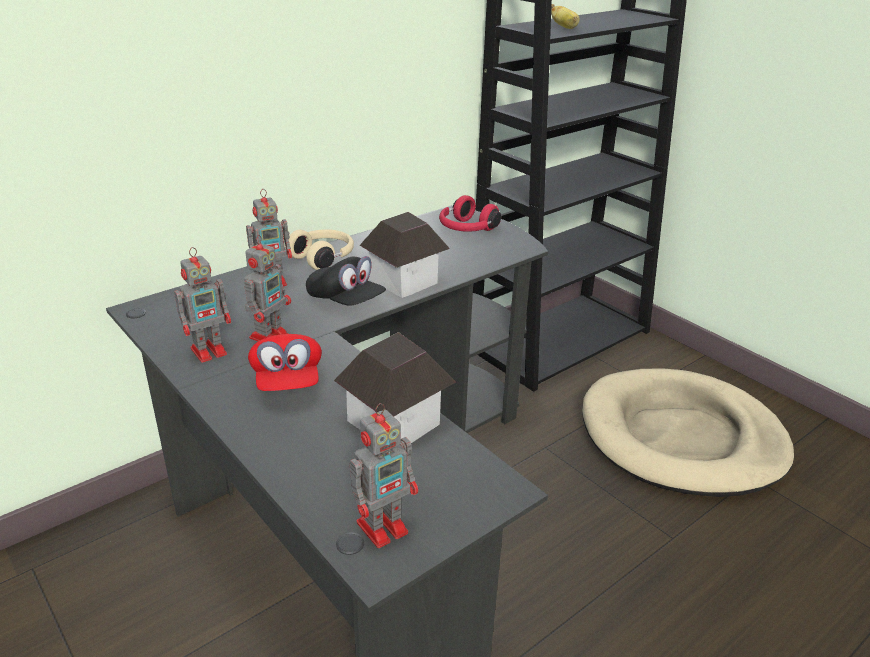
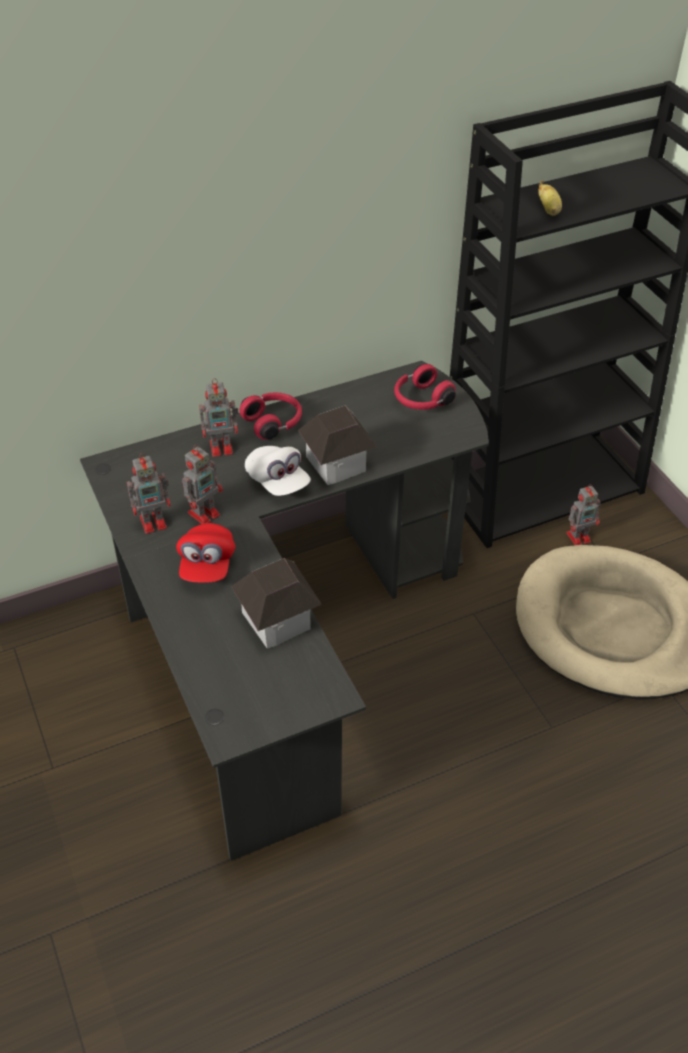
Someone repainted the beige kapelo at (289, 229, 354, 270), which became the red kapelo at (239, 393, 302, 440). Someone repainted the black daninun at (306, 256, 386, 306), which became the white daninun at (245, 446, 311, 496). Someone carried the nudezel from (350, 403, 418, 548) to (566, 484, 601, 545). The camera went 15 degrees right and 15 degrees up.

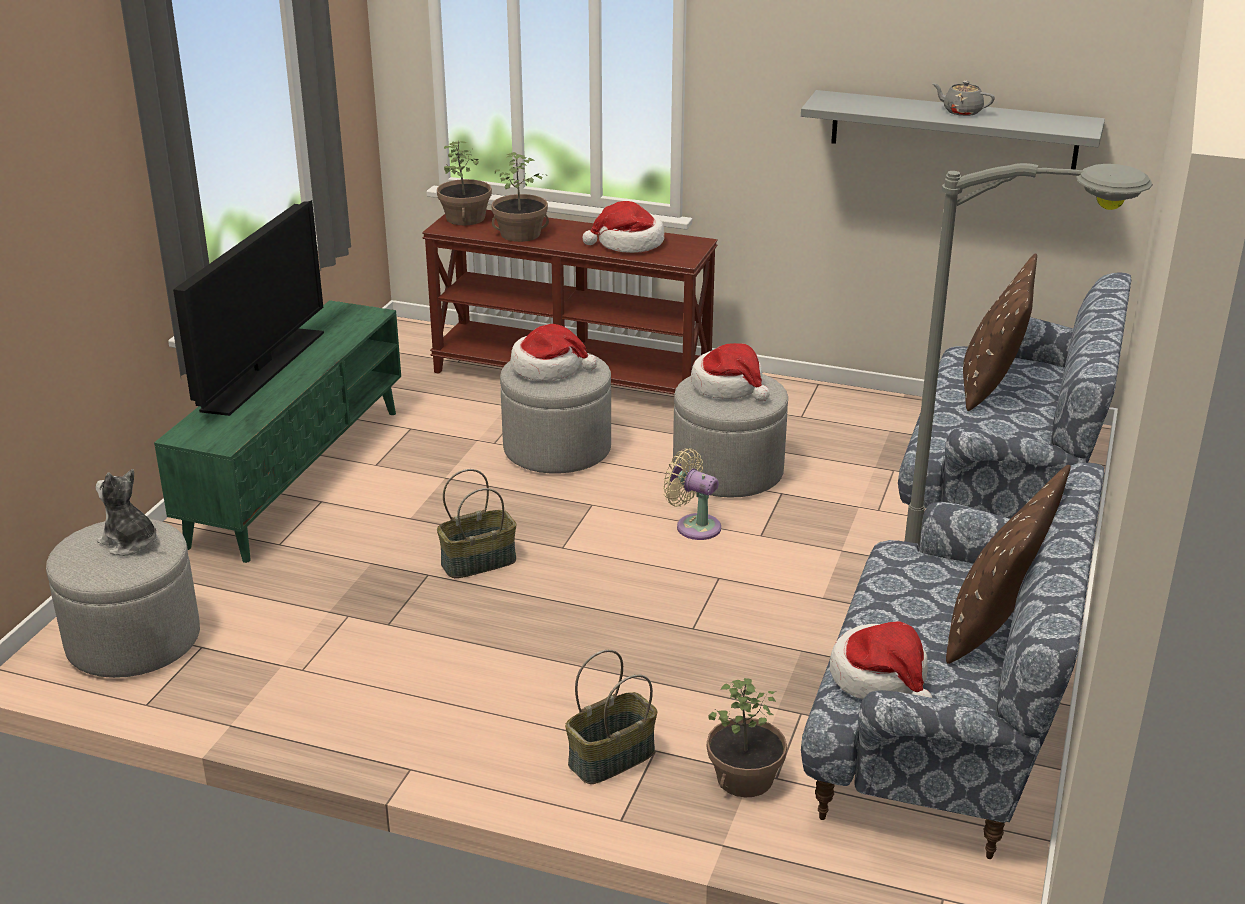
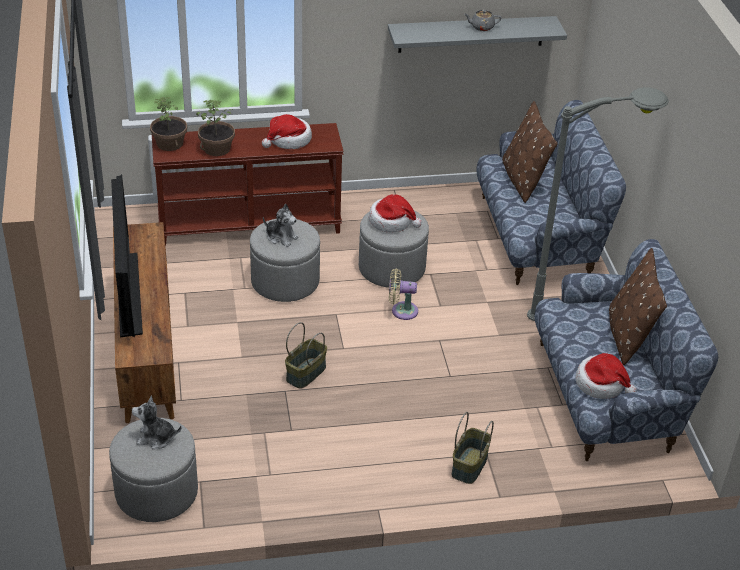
Someone repainted the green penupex at (154, 300, 401, 563), which became the brown penupex at (113, 222, 176, 423). Someone swapped the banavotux at (511, 324, 597, 381) for the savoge at (263, 204, 298, 247). Someone took away the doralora at (707, 678, 787, 797). The camera went 30 degrees left and 10 degrees up.

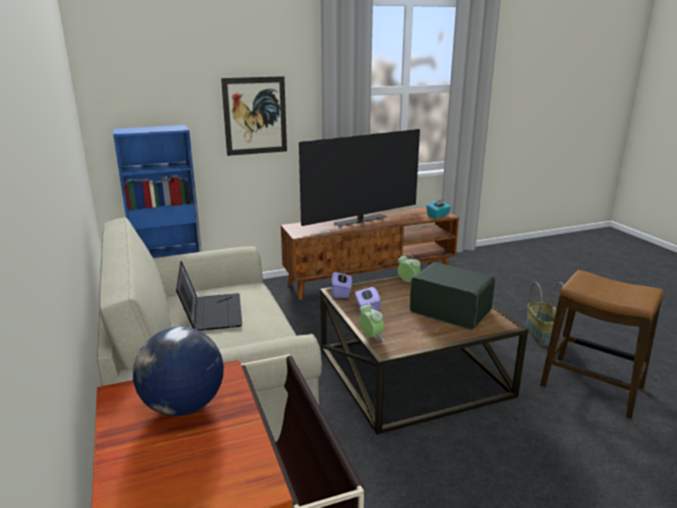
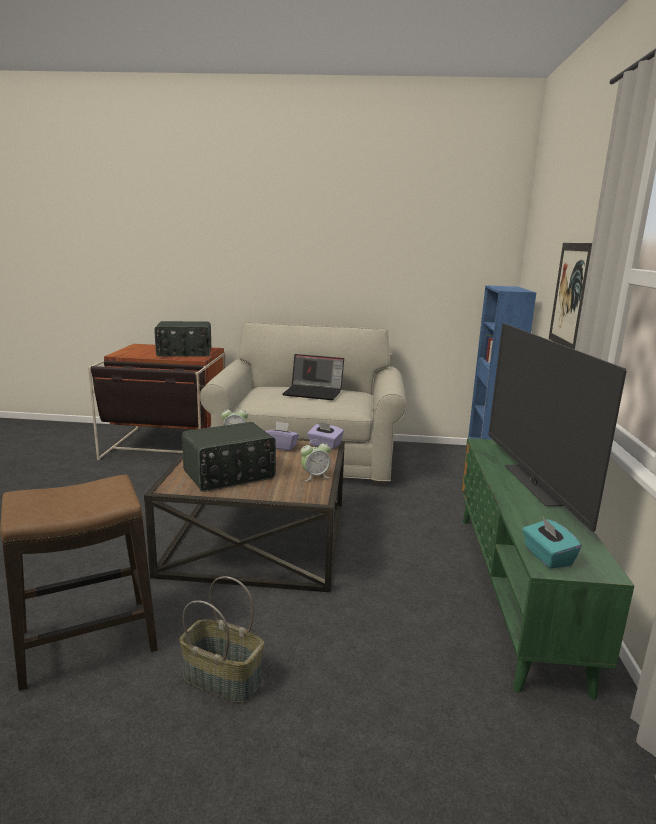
Someone swapped the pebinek at (133, 327, 224, 416) for the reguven at (154, 321, 211, 356). Someone repainted the brown penupex at (281, 207, 459, 300), which became the green penupex at (461, 438, 634, 699). The camera went 115 degrees right and 5 degrees down.

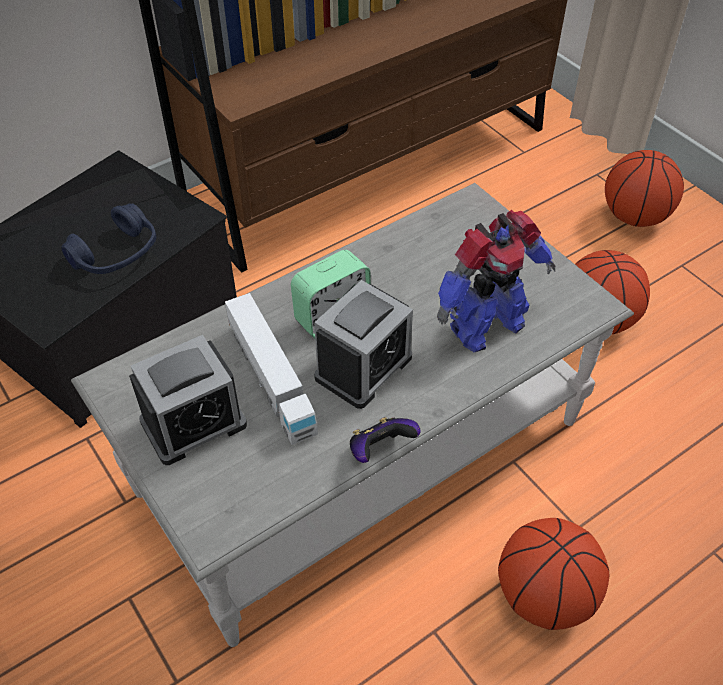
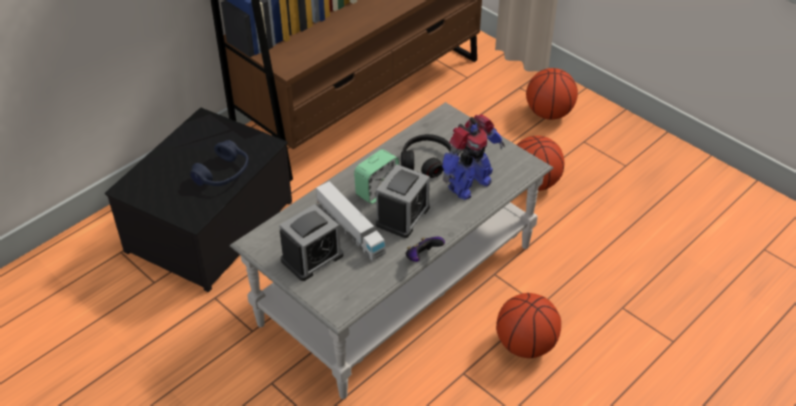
Someone put down the black kapelo at (401, 134, 452, 178). The camera went 10 degrees left and 5 degrees down.

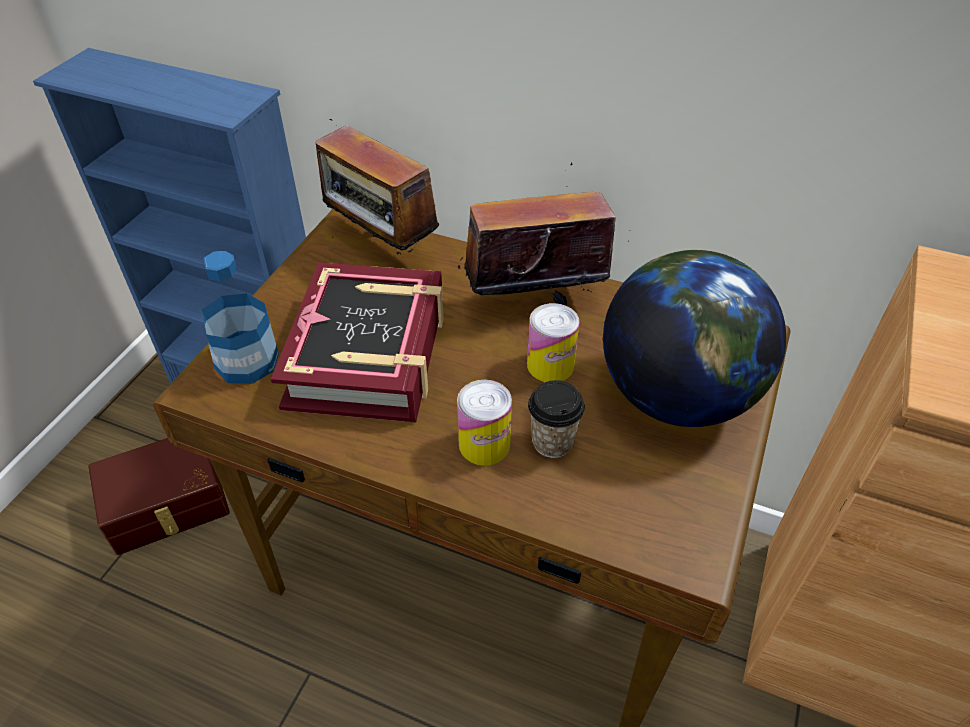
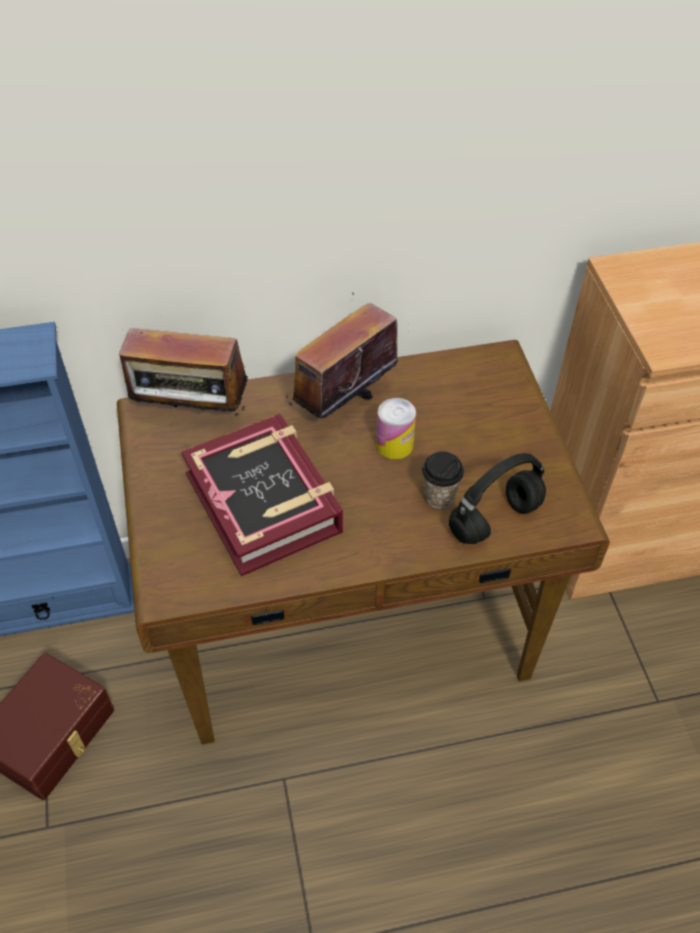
Someone took away the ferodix at (202, 251, 279, 384). Someone took away the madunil at (457, 380, 512, 466). Someone took away the pebinek at (603, 250, 786, 427). Someone put down the black kapelo at (449, 453, 546, 544). The camera went 35 degrees left and 5 degrees up.

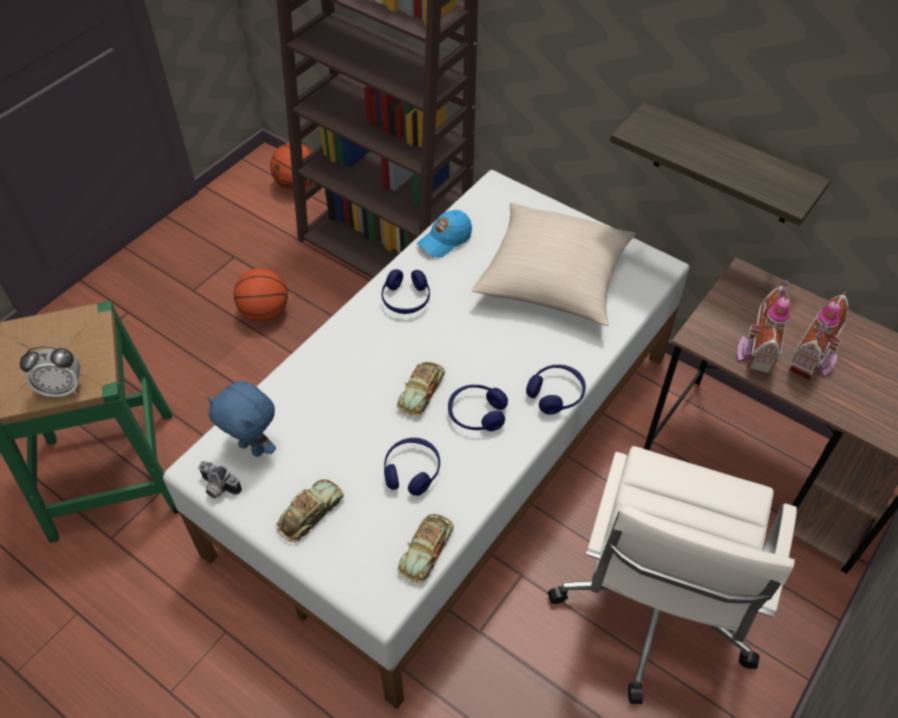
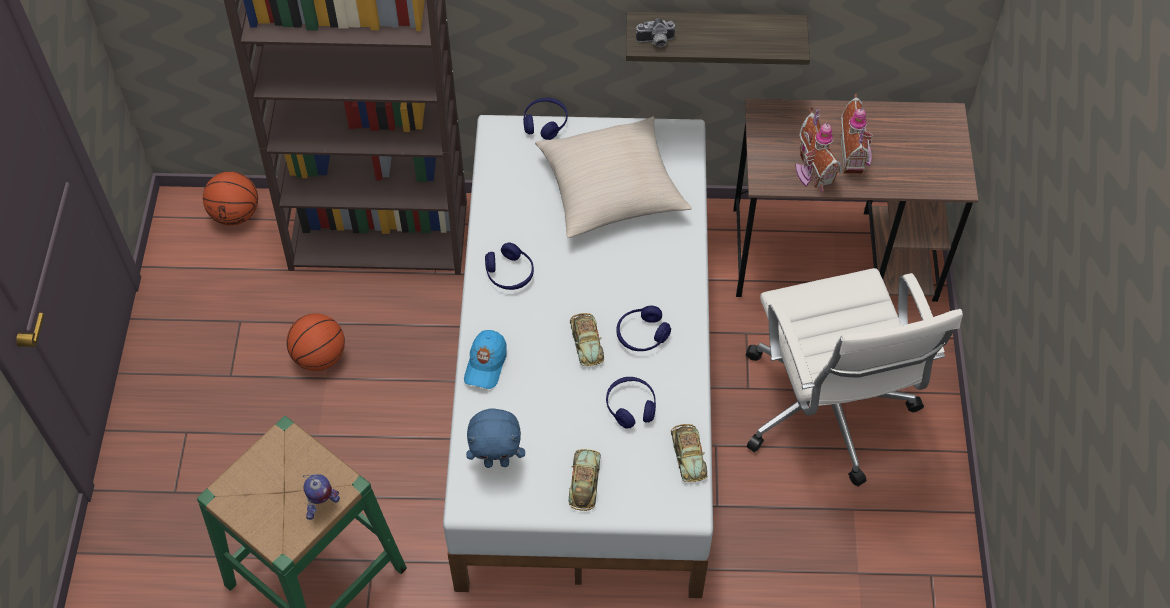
Someone swapped the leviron at (20, 346, 81, 397) for the nudezel at (303, 474, 340, 520). Someone carried the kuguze from (198, 461, 242, 498) to (636, 18, 676, 47). Someone carried the blue daninun from (417, 210, 472, 258) to (464, 330, 506, 389). Someone carried the blue kapelo from (526, 365, 586, 415) to (523, 98, 568, 140). The camera went 35 degrees left and 5 degrees up.

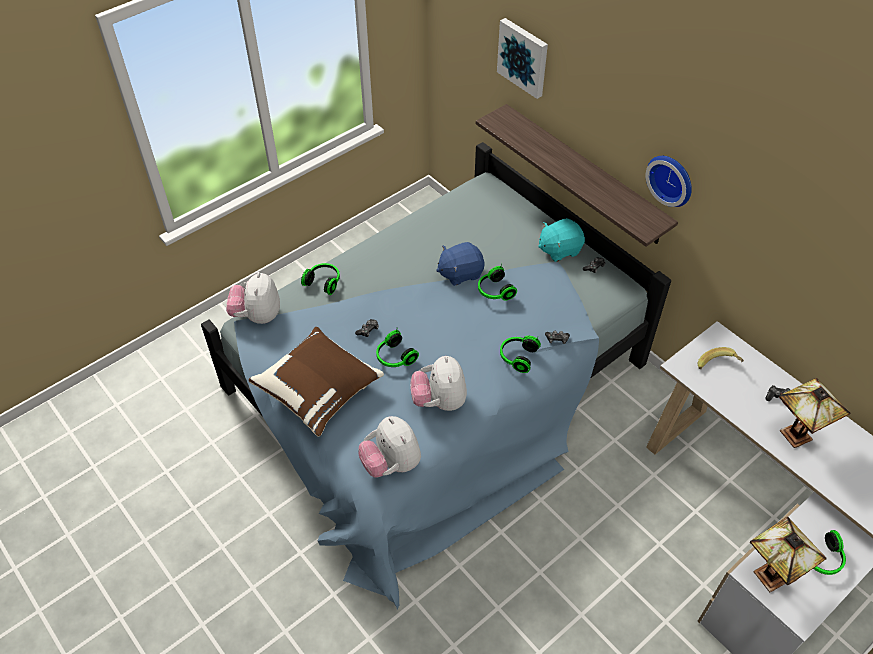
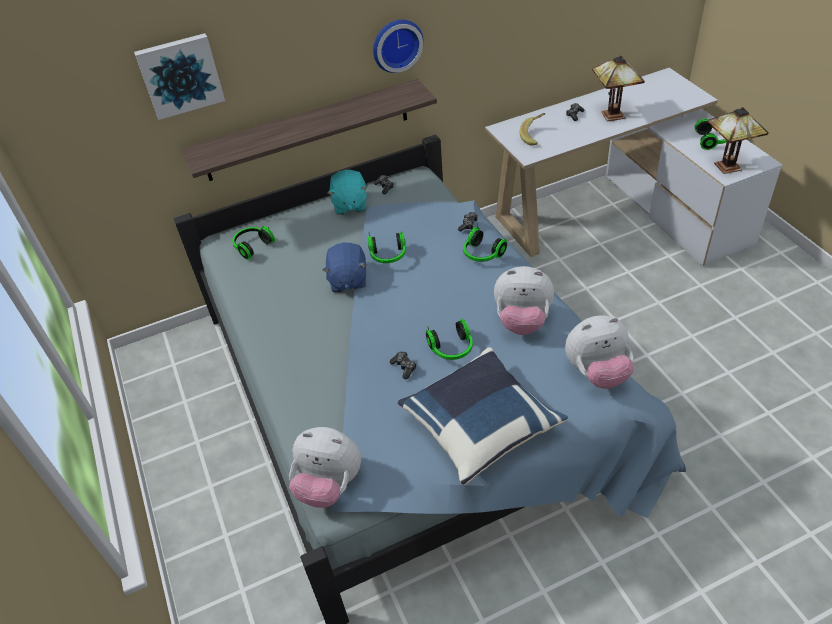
Someone repainted the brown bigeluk at (249, 327, 384, 437), which became the blue bigeluk at (398, 347, 568, 485). Someone carried the kapelo from (301, 263, 340, 295) to (232, 226, 275, 260). The camera went 70 degrees left and 5 degrees down.

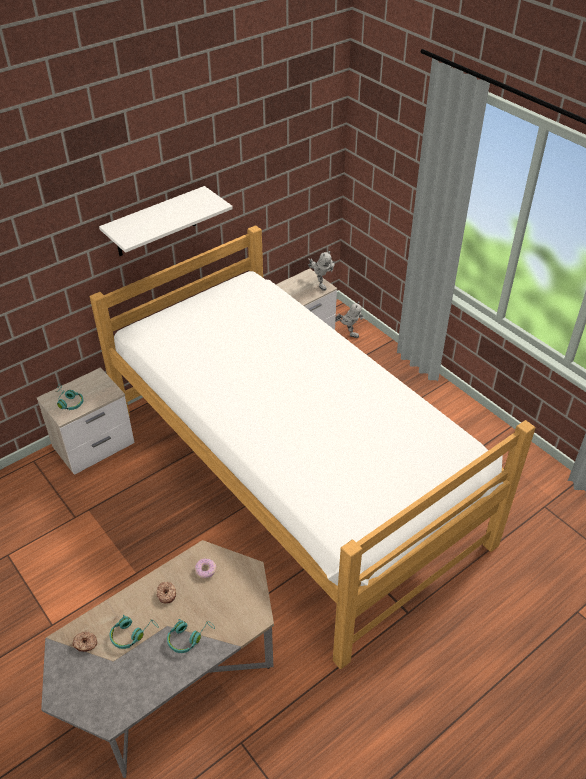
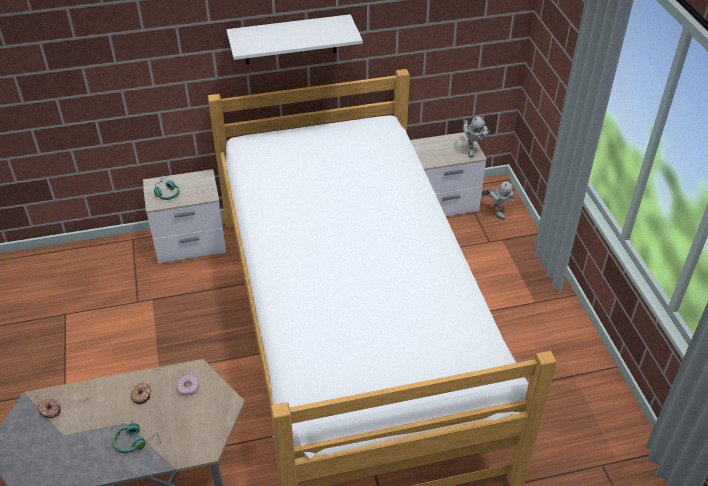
Someone took away the turquoise kapelo at (109, 615, 159, 649). The camera went 25 degrees right and 0 degrees up.

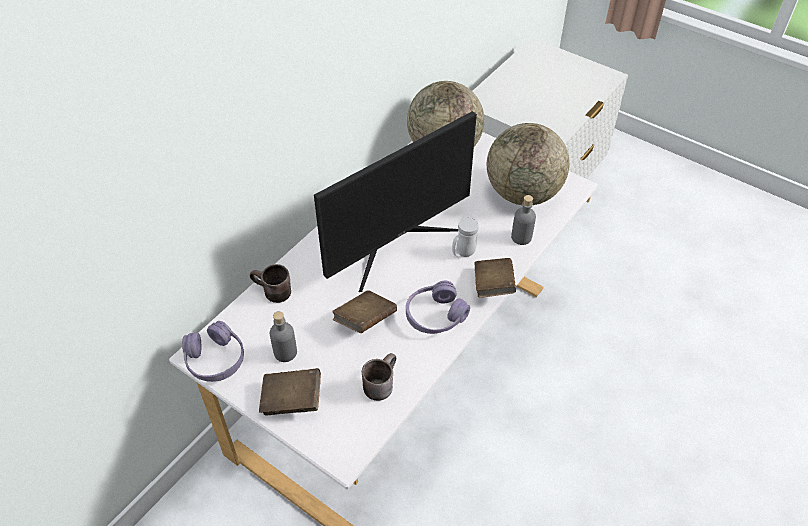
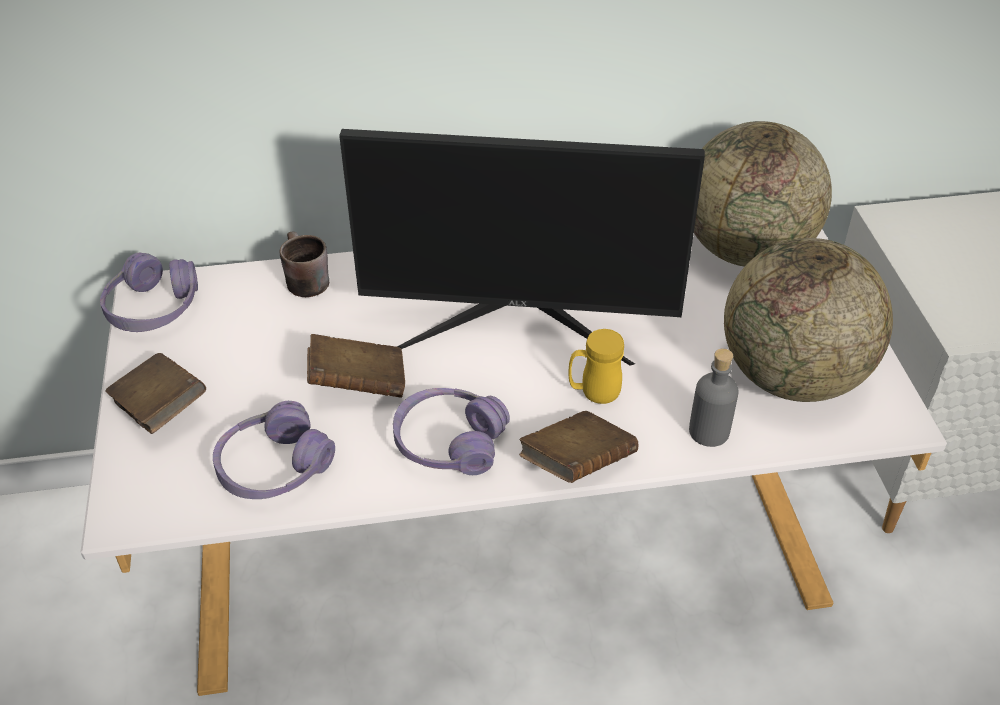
Someone took away the grey ferodix at (270, 311, 297, 362). Someone swapped the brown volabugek at (362, 353, 396, 401) for the purple kapelo at (213, 401, 335, 499). Someone repainted the white volabugek at (452, 218, 479, 257), which became the yellow volabugek at (568, 329, 624, 404). The camera went 45 degrees right and 5 degrees down.

